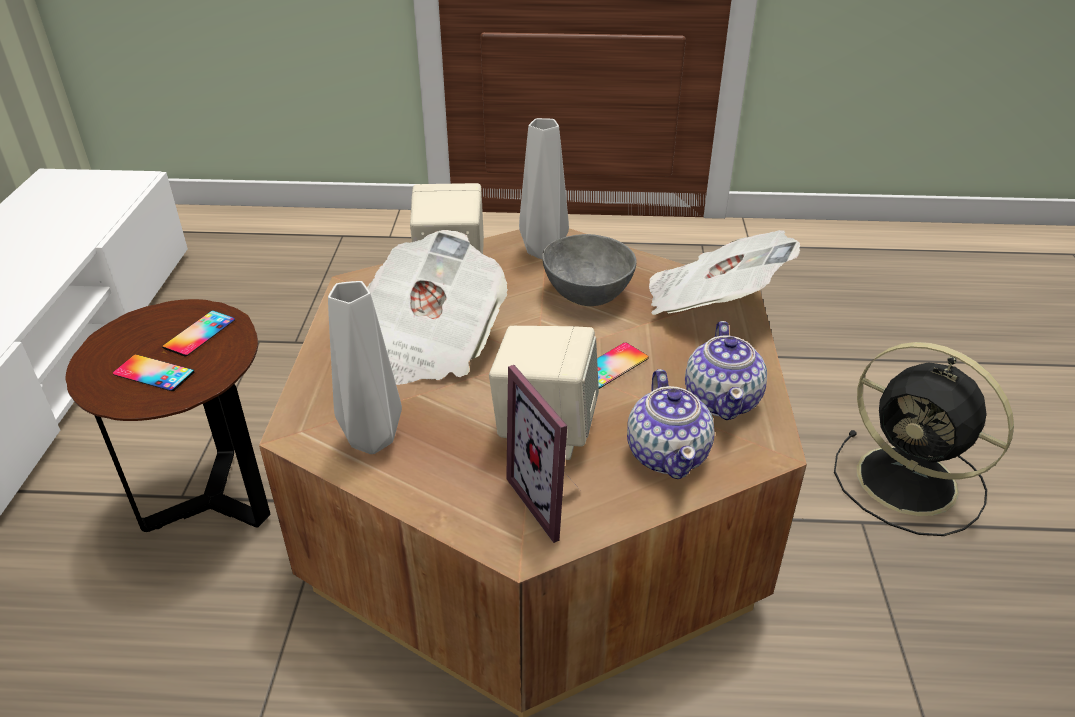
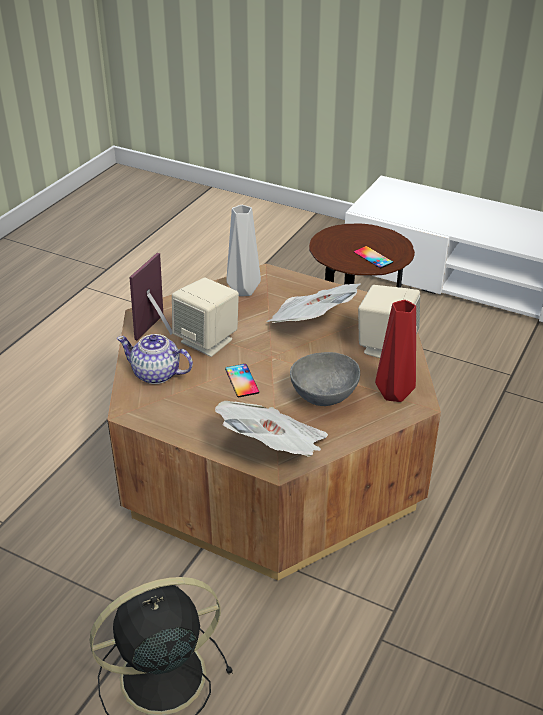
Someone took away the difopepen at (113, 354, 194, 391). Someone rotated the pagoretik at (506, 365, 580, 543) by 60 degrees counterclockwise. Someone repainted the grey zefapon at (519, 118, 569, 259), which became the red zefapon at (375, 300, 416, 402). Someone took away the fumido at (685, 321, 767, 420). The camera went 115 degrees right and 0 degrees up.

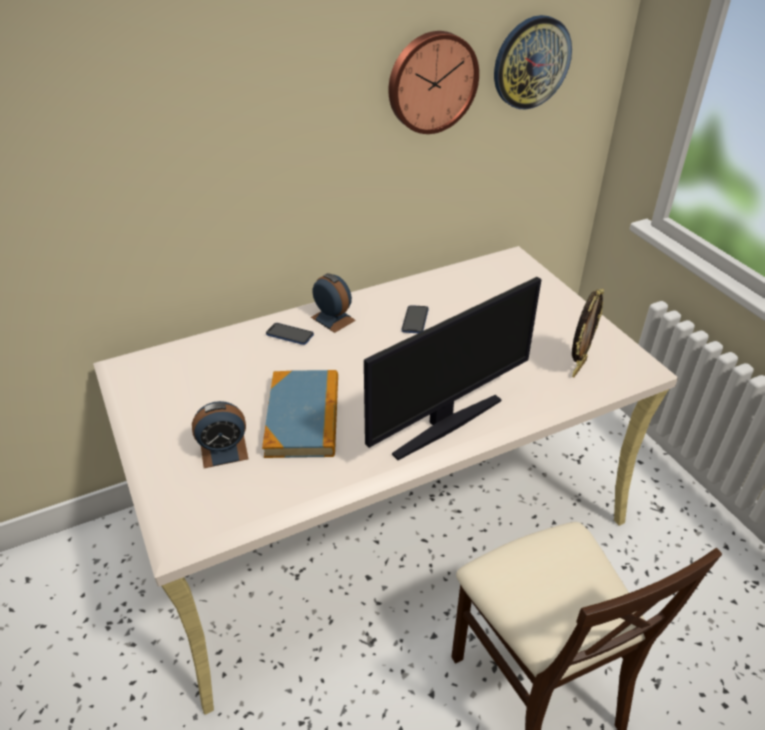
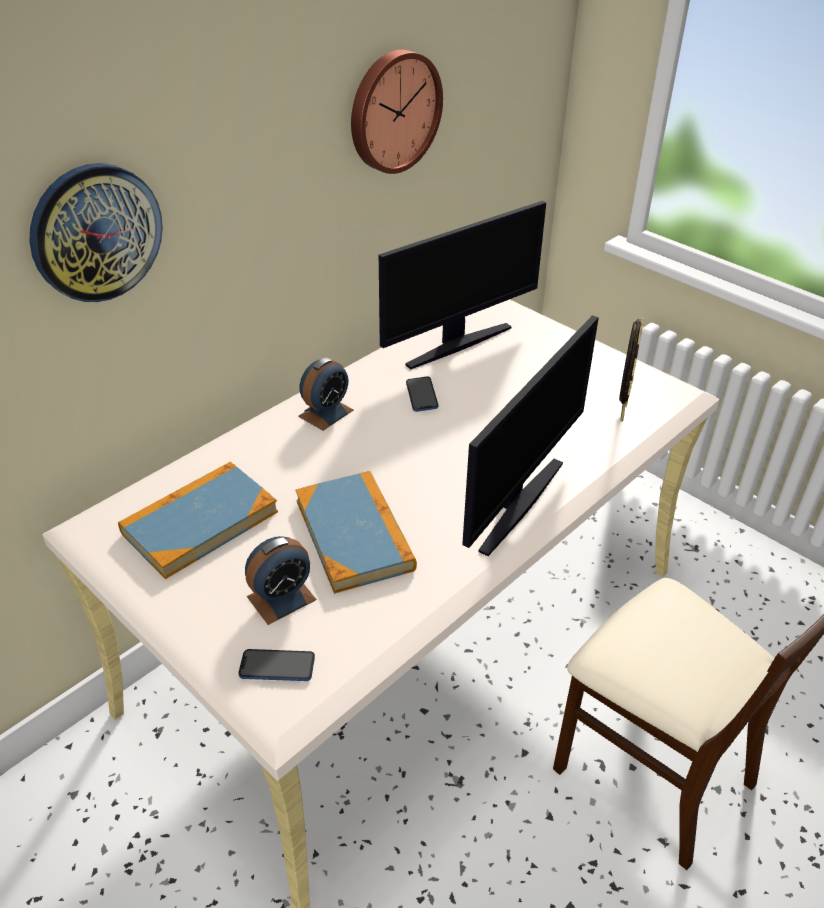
Someone carried the difopepen from (266, 323, 314, 345) to (238, 649, 315, 681). Someone rotated the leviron at (311, 273, 356, 333) by 105 degrees clockwise. Someone carried the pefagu from (494, 15, 572, 109) to (30, 163, 163, 302). Someone put down the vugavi at (118, 461, 278, 579). Someone put down the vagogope at (379, 201, 546, 369). The camera went 20 degrees left and 0 degrees up.

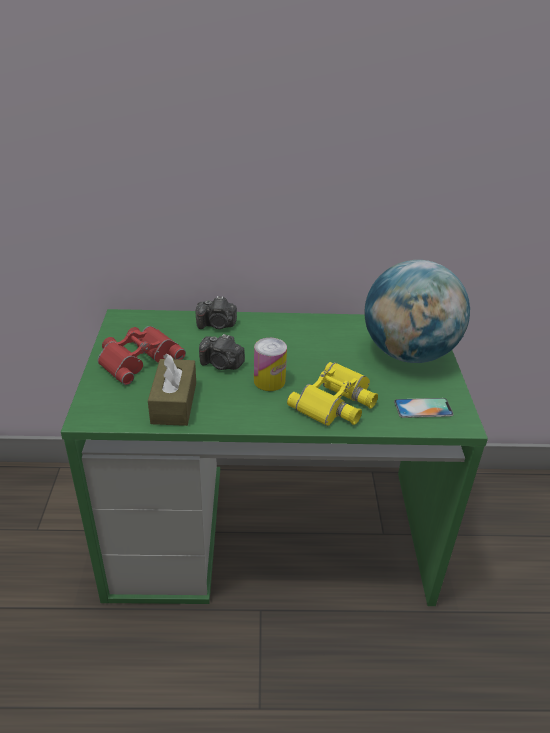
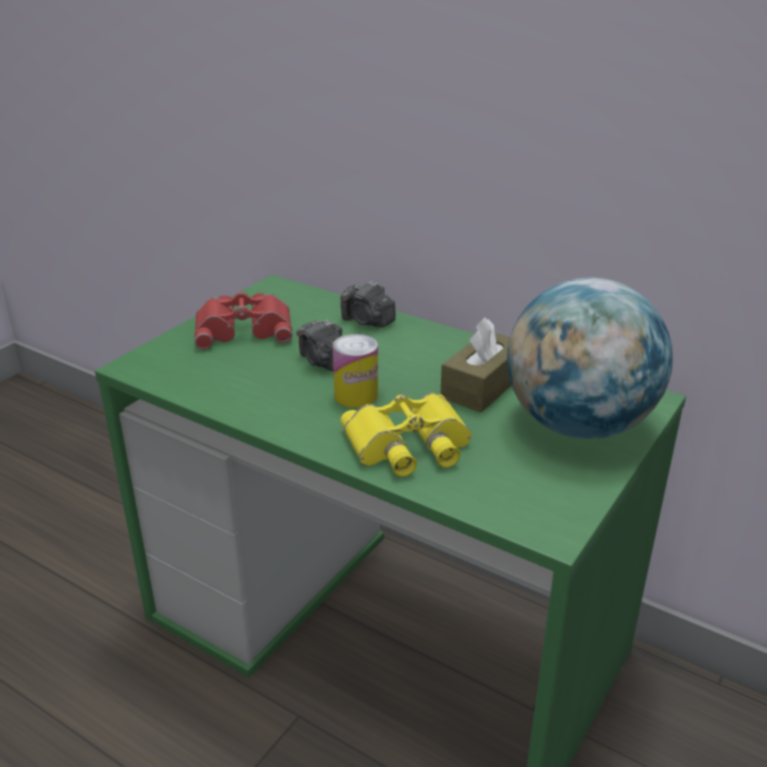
Someone carried the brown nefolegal from (148, 354, 196, 426) to (440, 317, 512, 413). Someone took away the difopepen at (394, 398, 454, 418). The camera went 35 degrees right and 5 degrees down.

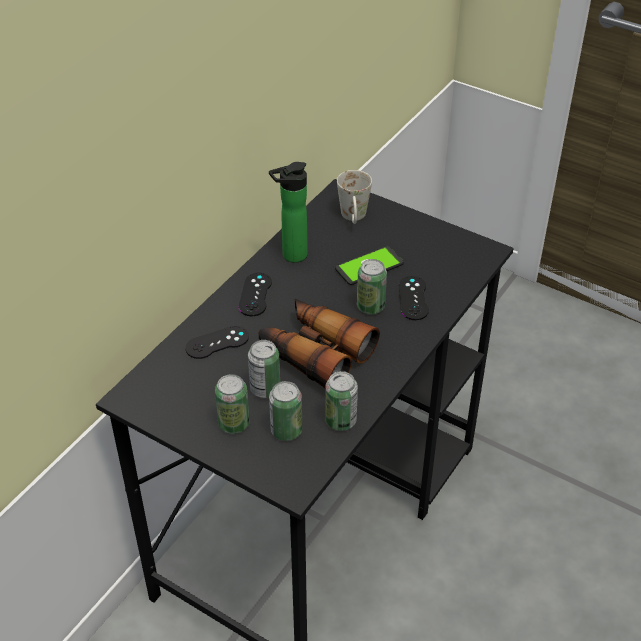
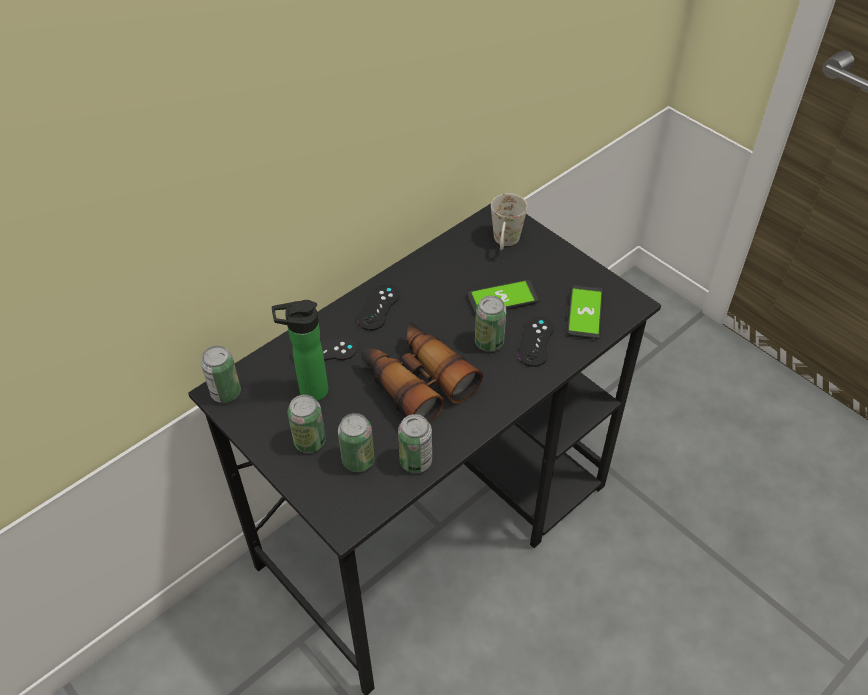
Someone carried the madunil from (248, 340, 280, 398) to (201, 346, 241, 403). Someone carried the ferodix from (269, 162, 308, 262) to (272, 300, 328, 401). Someone put down the difopepen at (566, 285, 604, 339). The camera went 15 degrees right and 5 degrees up.

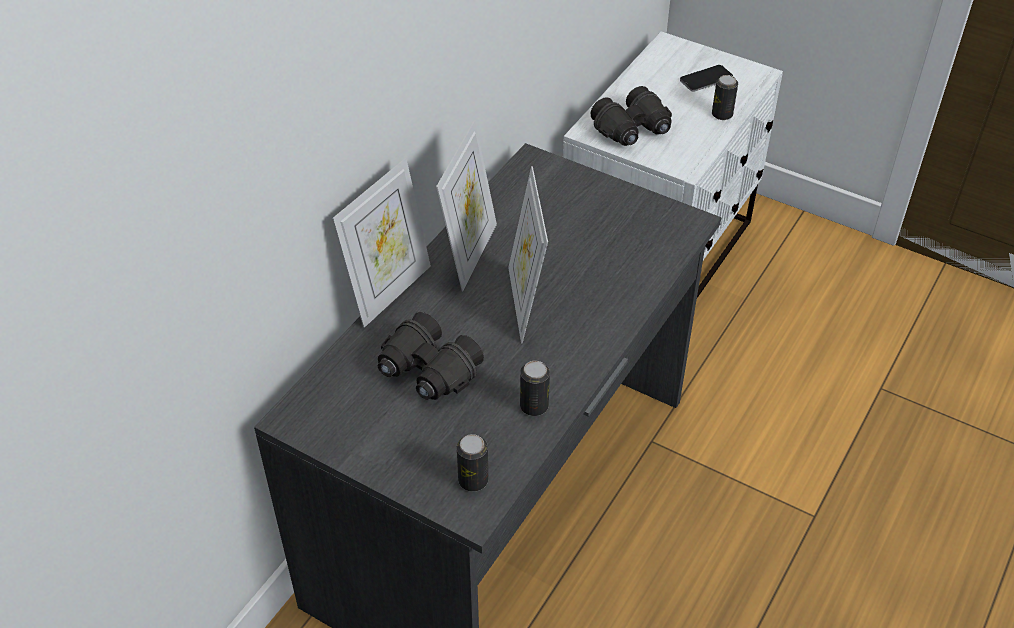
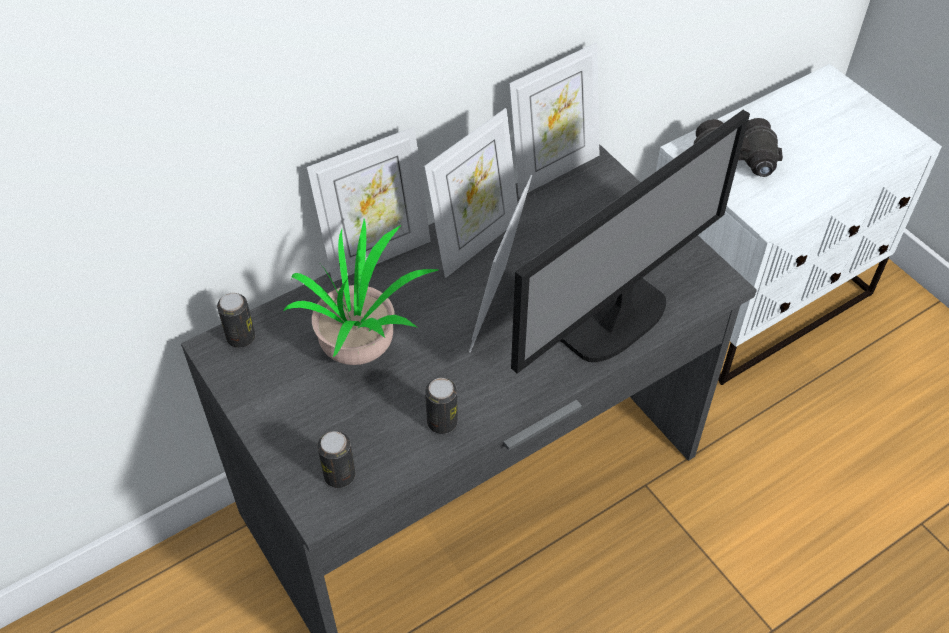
Someone swapped the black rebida at (378, 312, 484, 400) for the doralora at (283, 219, 438, 365). Someone took away the difopepen at (680, 65, 733, 92). Someone carried the madunil from (712, 75, 738, 120) to (217, 293, 255, 348). Someone put down the pagoretik at (509, 42, 599, 197). Someone put down the vagogope at (511, 110, 750, 374). The camera went 25 degrees right and 5 degrees up.

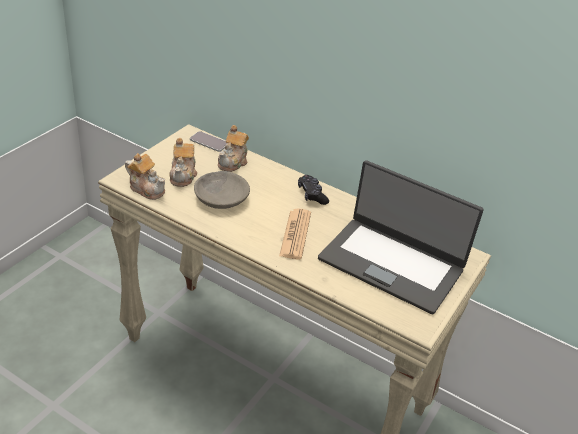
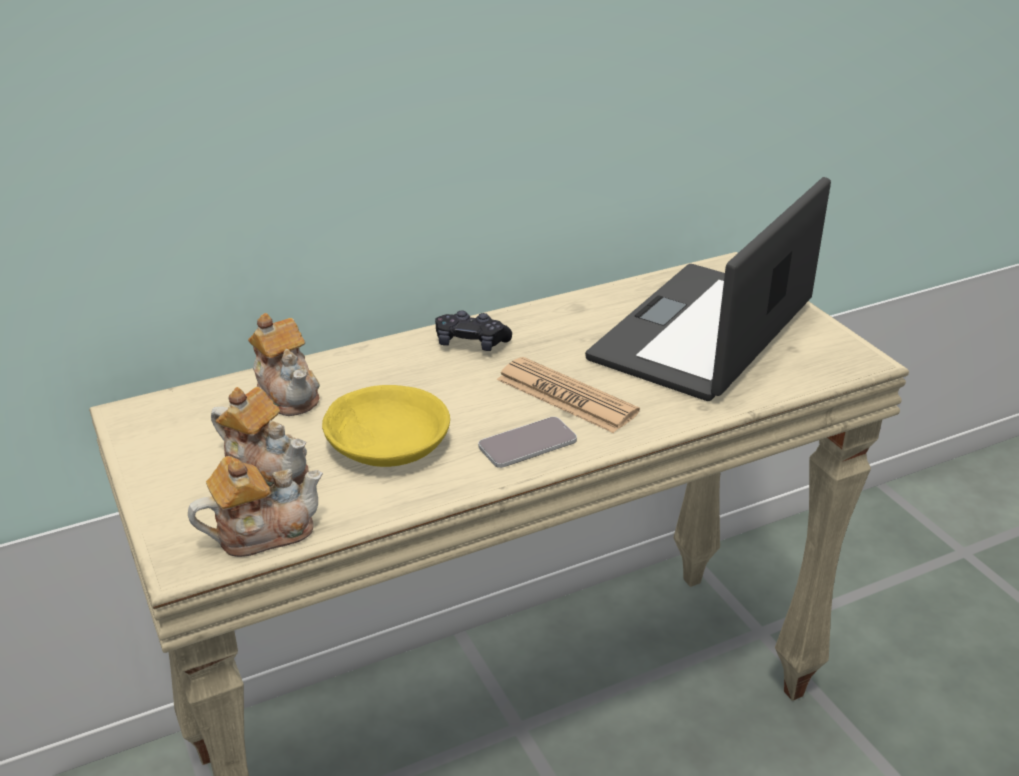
Someone carried the difopepen from (190, 131, 227, 152) to (478, 417, 577, 468). Someone repainted the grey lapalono at (194, 171, 250, 209), which became the yellow lapalono at (322, 385, 450, 467). Someone rotated the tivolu at (318, 160, 484, 314) by 150 degrees clockwise. The camera went 55 degrees left and 5 degrees down.

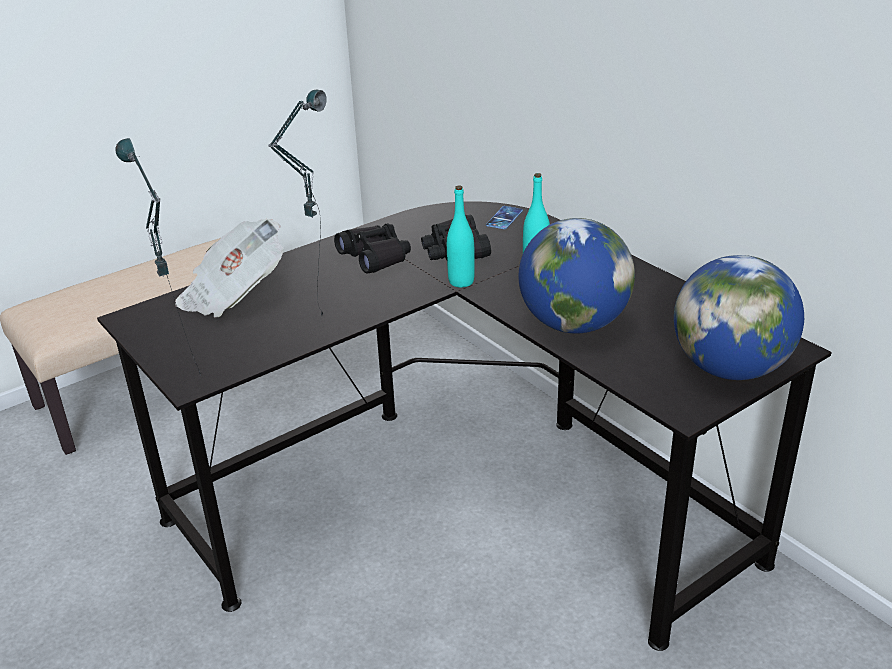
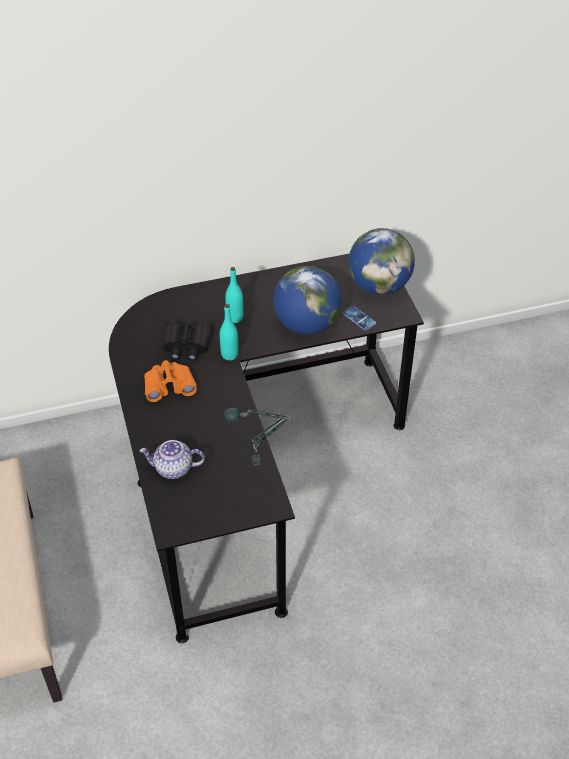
Someone swapped the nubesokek at (175, 219, 283, 318) for the fumido at (140, 440, 205, 479). Someone took away the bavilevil at (268, 90, 327, 316). Someone repainted the black rebida at (334, 223, 411, 274), which became the orange rebida at (144, 360, 197, 402). Someone carried the difopepen from (486, 206, 523, 229) to (343, 306, 376, 331). The camera went 70 degrees left and 15 degrees up.

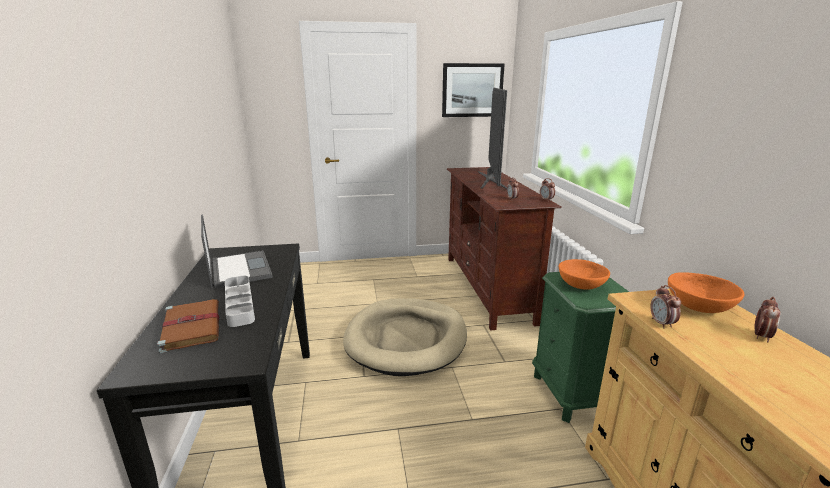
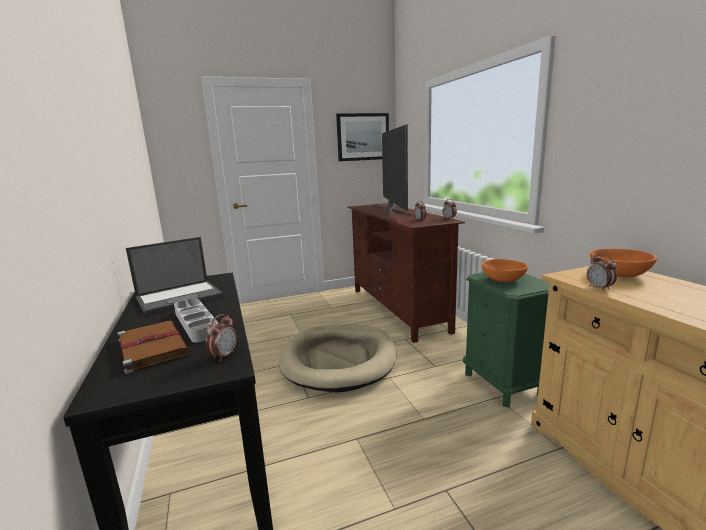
Someone rotated the tivolu at (201, 215, 273, 288) by 90 degrees clockwise. Someone carried the leviron from (754, 297, 781, 342) to (206, 314, 237, 361). The camera went 10 degrees left and 5 degrees down.

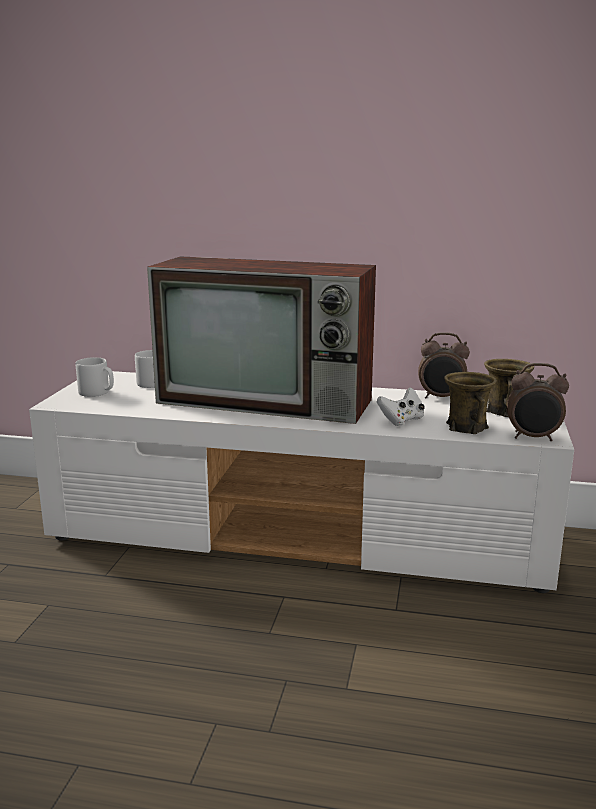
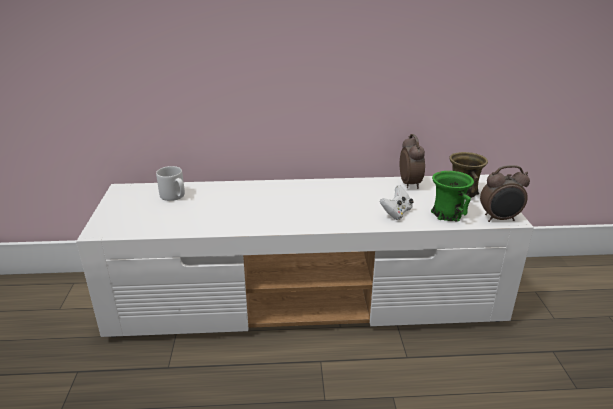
Someone took away the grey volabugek at (75, 357, 114, 397). Someone took away the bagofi at (147, 256, 376, 424). Someone rotated the leviron at (418, 332, 470, 399) by 90 degrees counterclockwise. Someone repainted the brown volabugek at (444, 372, 497, 434), which became the green volabugek at (431, 171, 474, 222). The camera went 15 degrees left and 10 degrees up.

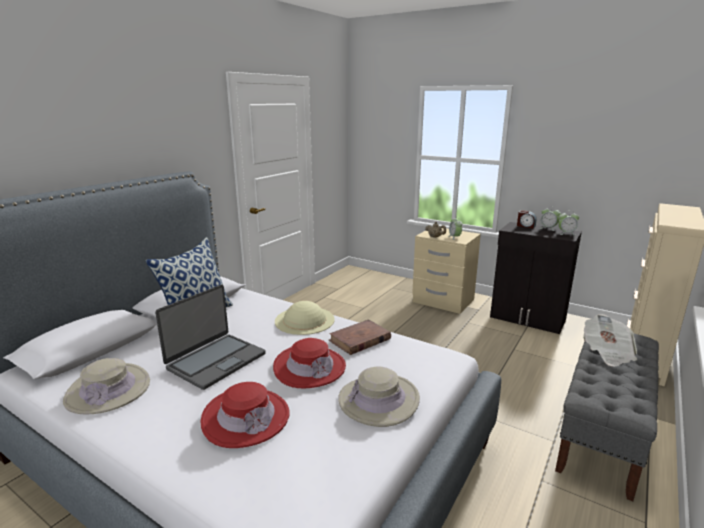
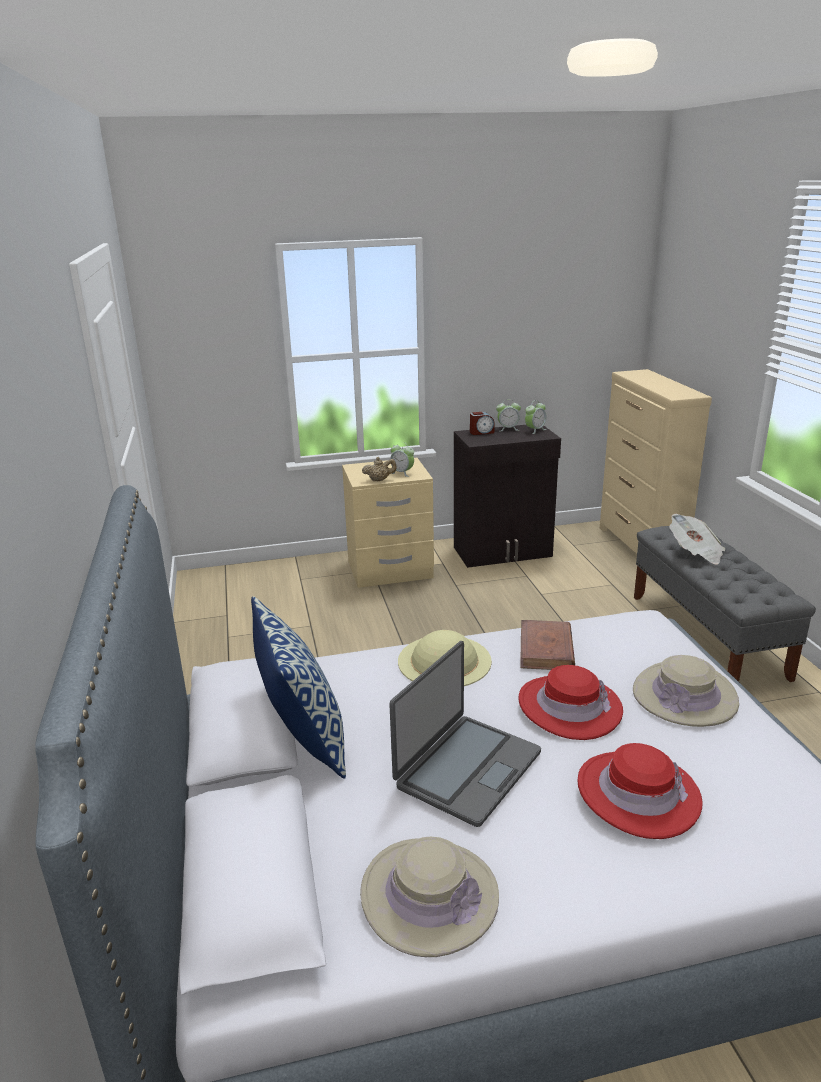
Someone rotated the tivolu at (155, 285, 266, 390) by 45 degrees clockwise. The camera went 45 degrees left and 5 degrees up.

